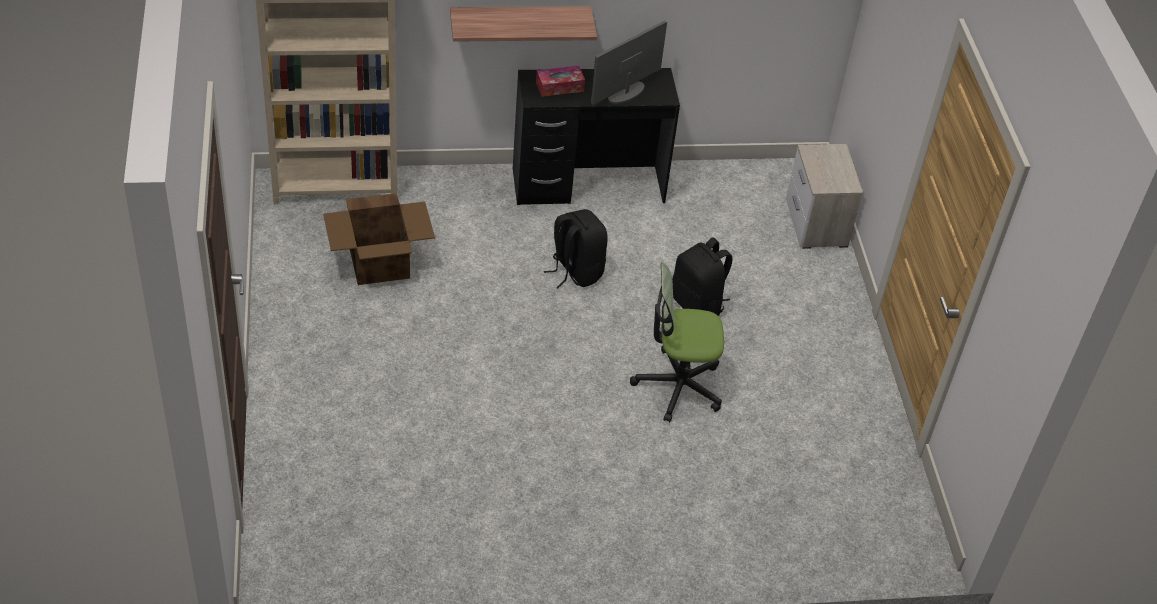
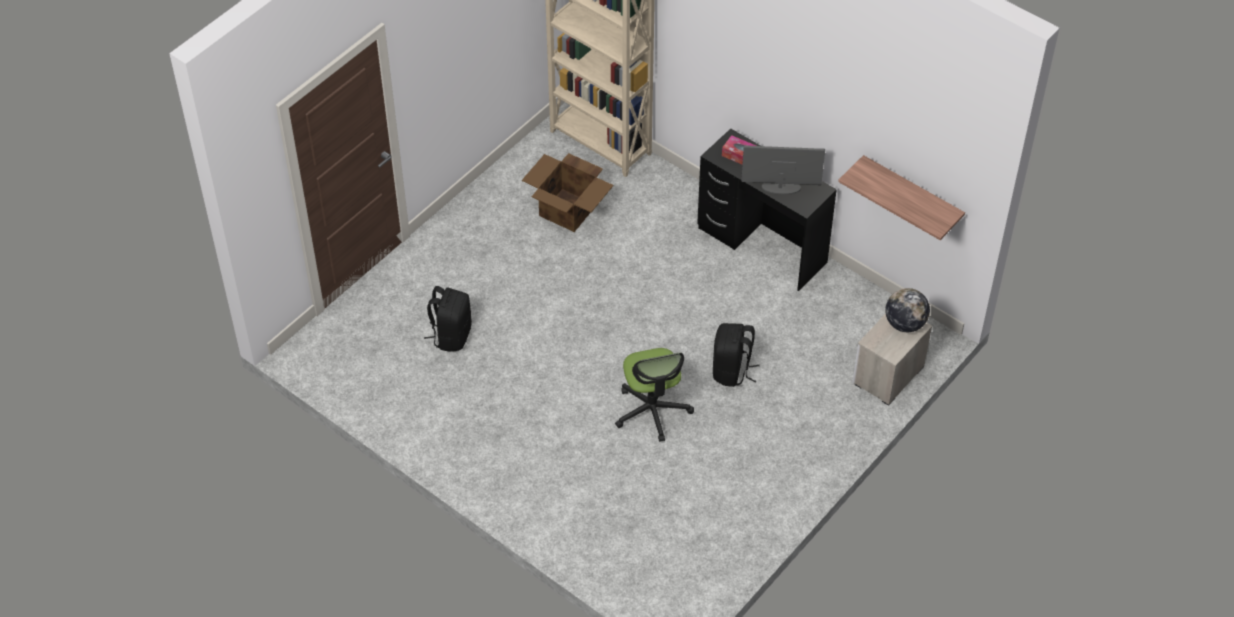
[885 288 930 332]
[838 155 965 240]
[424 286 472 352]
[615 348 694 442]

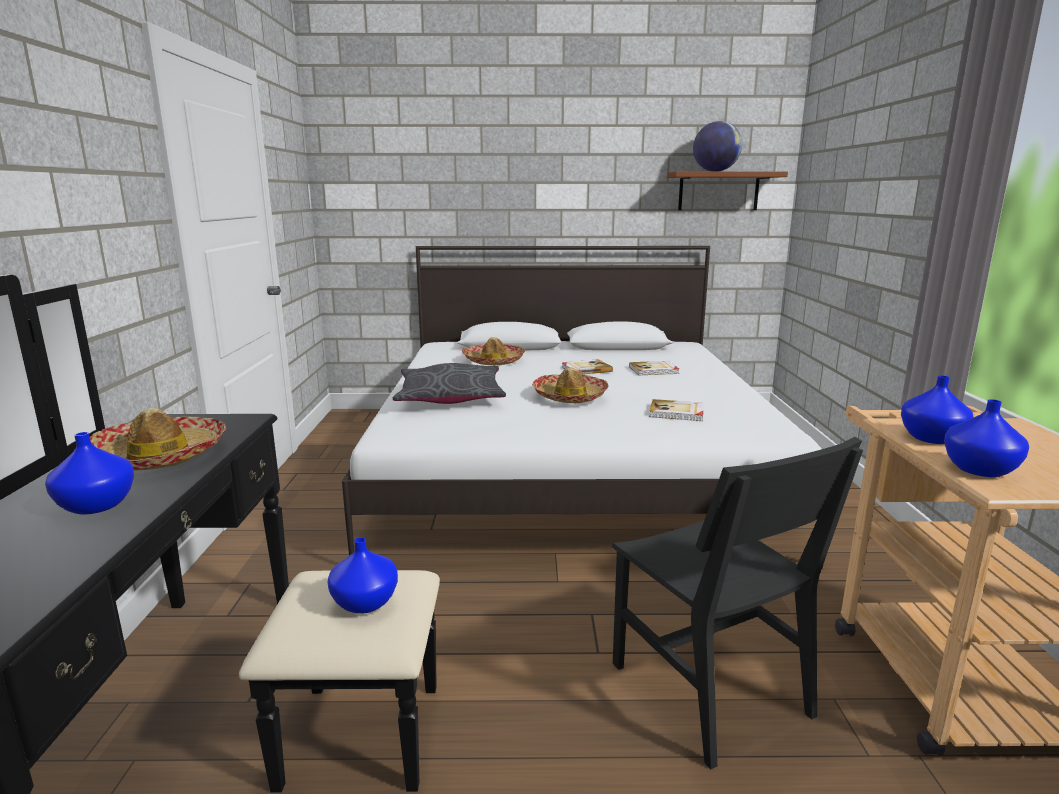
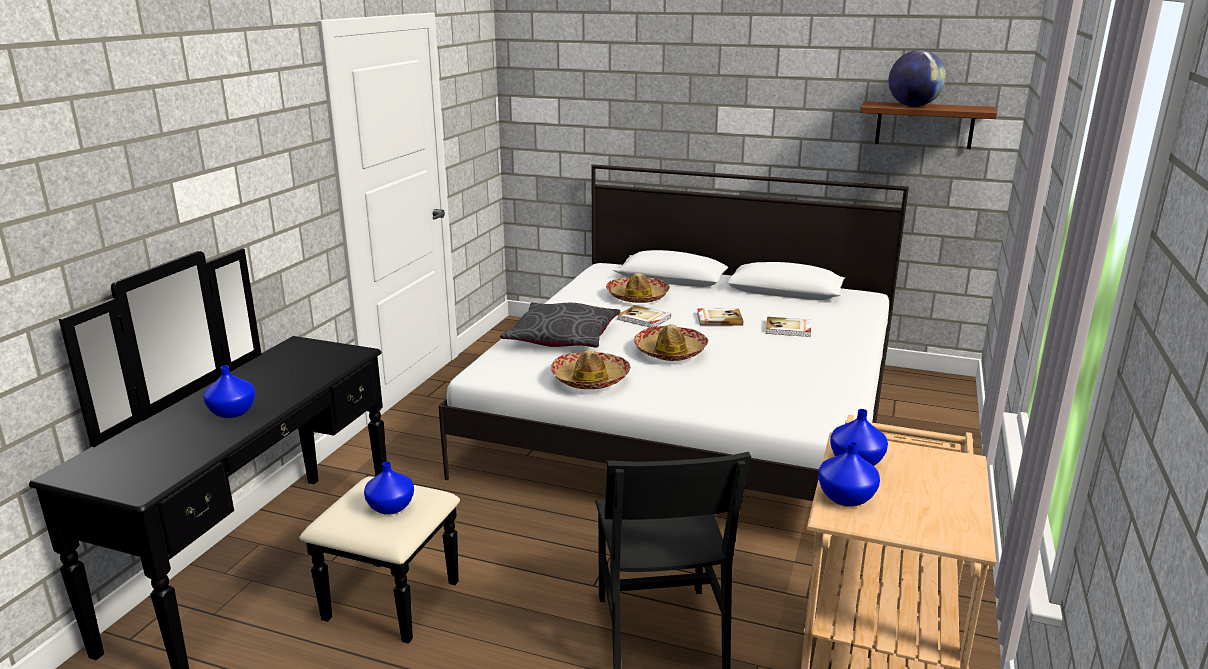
[551 350 631 389]
[617 305 671 327]

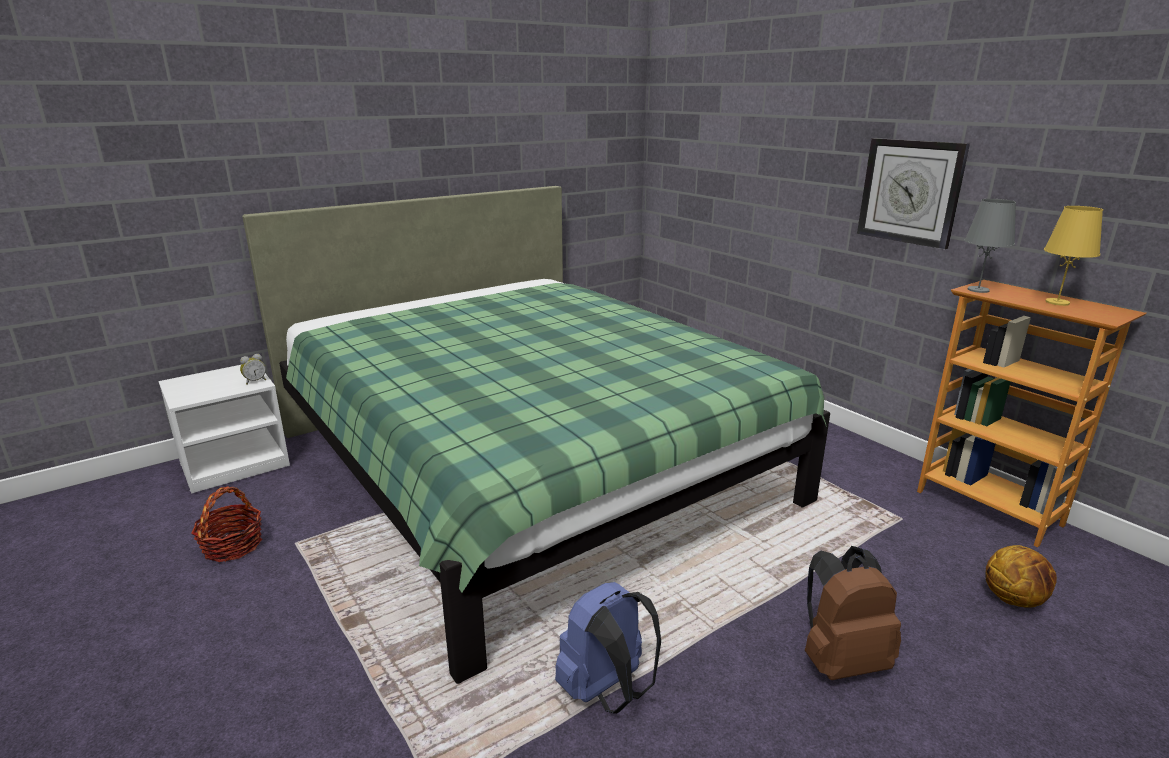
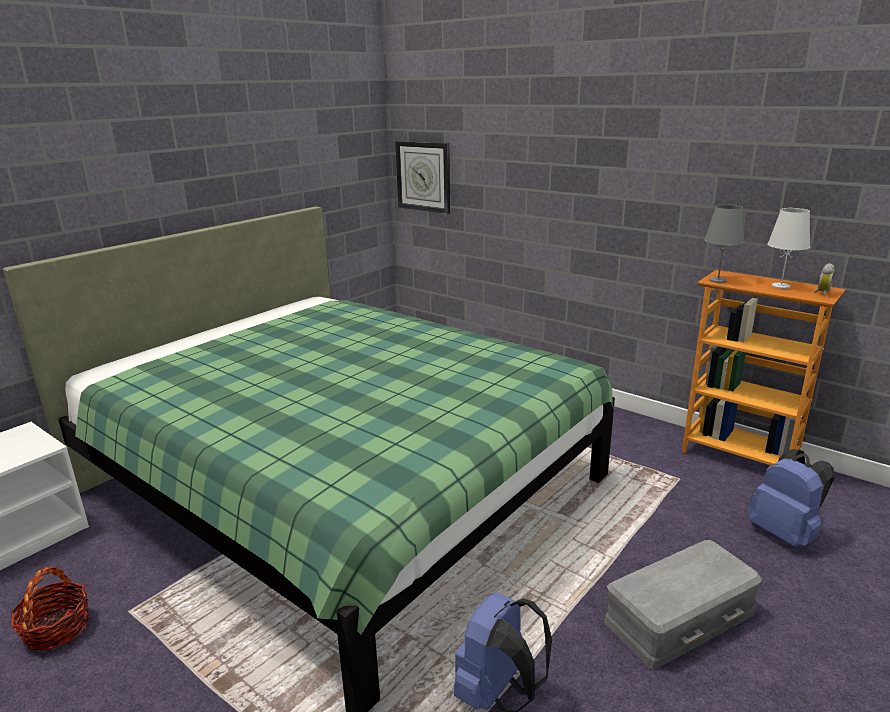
[814 263 835 296]
[395 141 450 214]
[604 540 762 669]
[747 449 835 547]
[768 208 810 289]

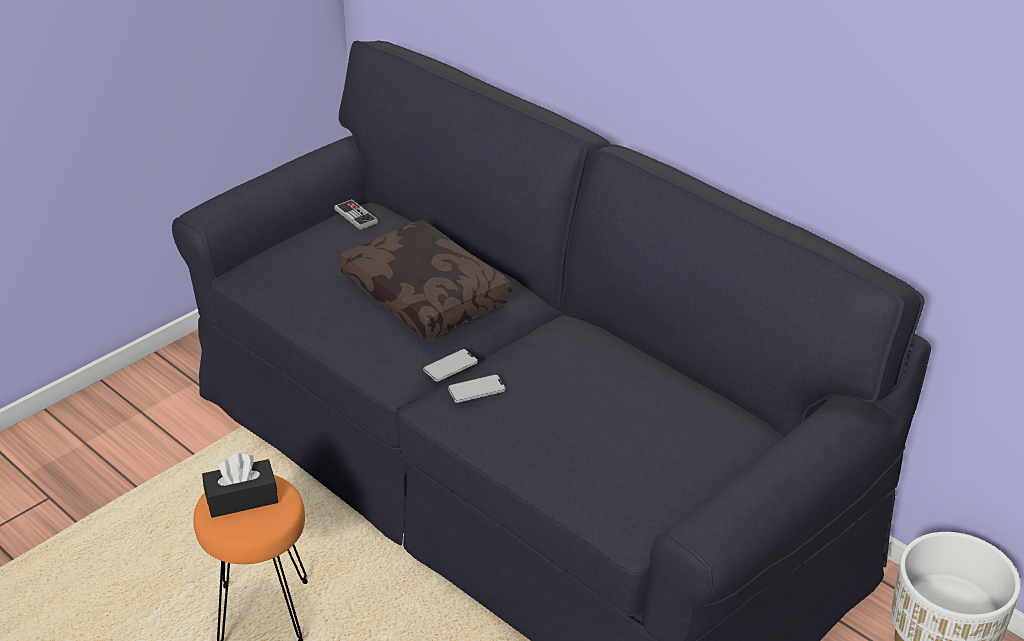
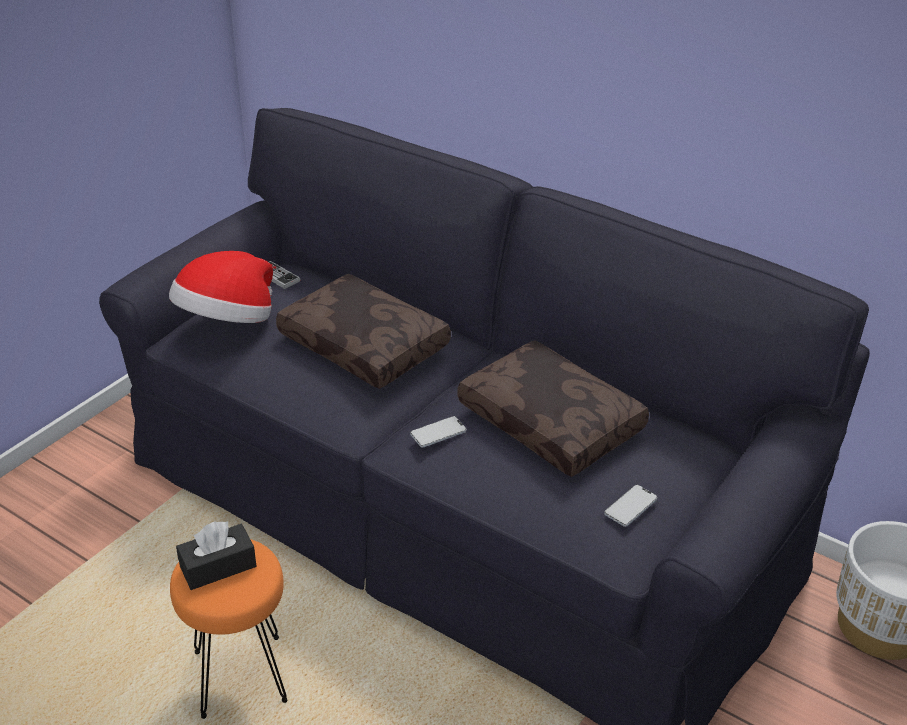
[169 251 273 323]
[457 340 649 477]
[604 485 658 527]

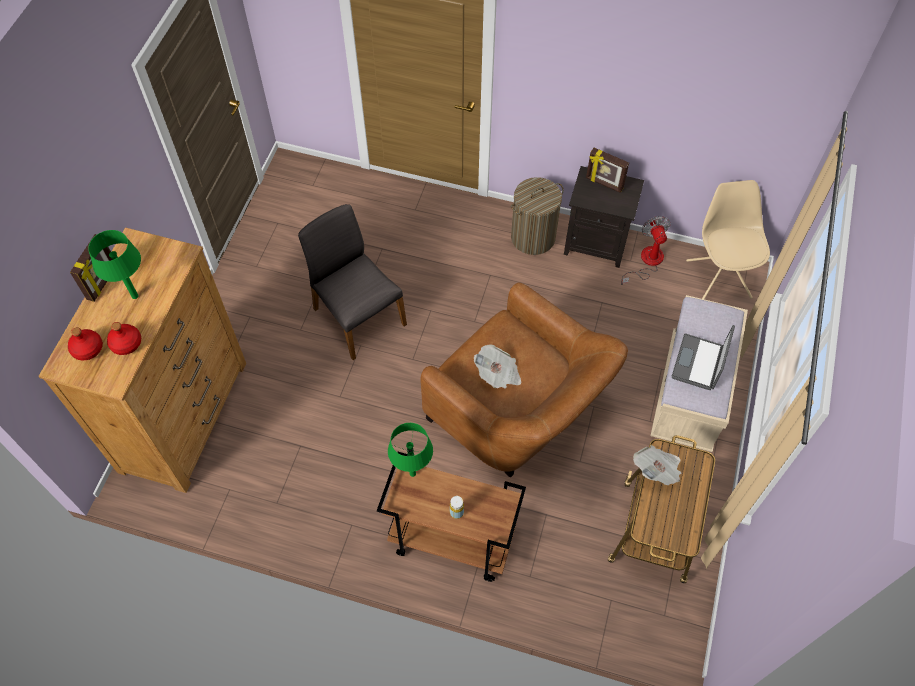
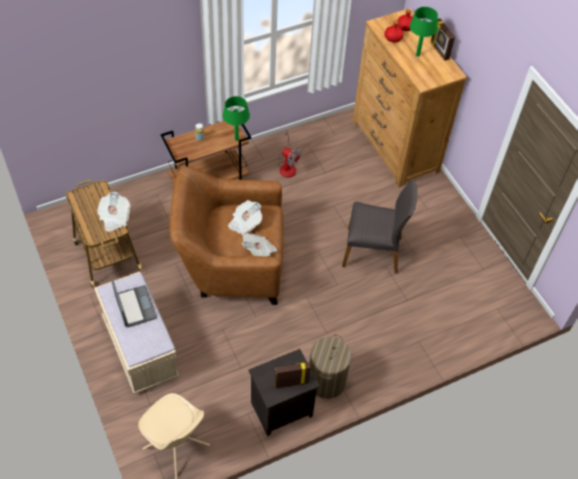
[242 233 277 257]
[278 130 302 178]

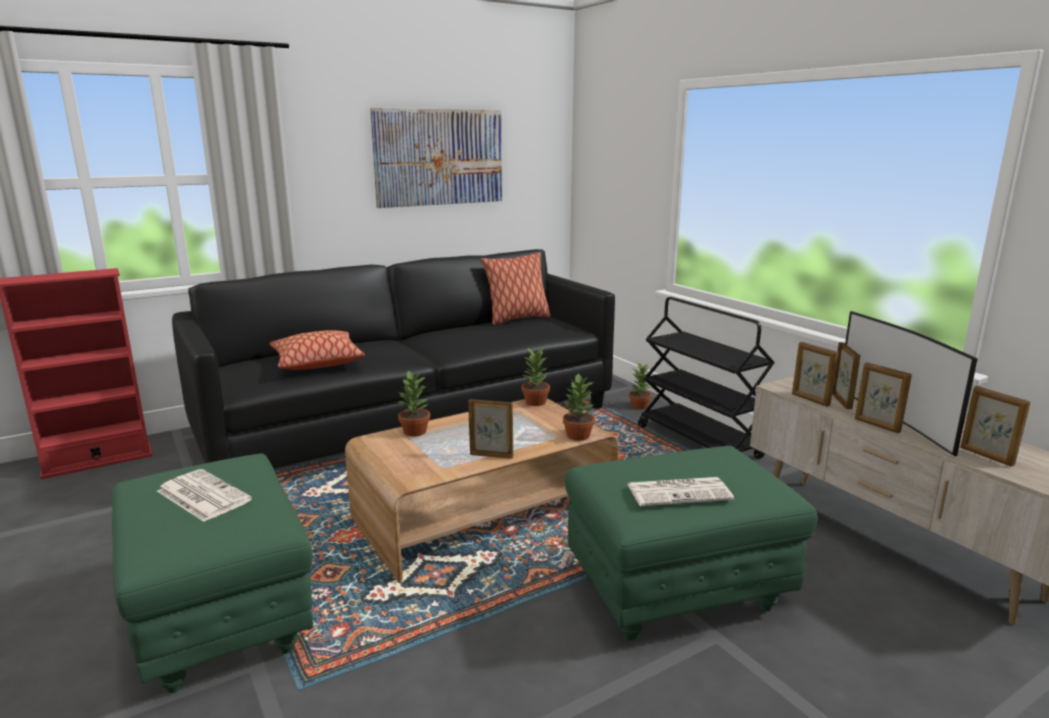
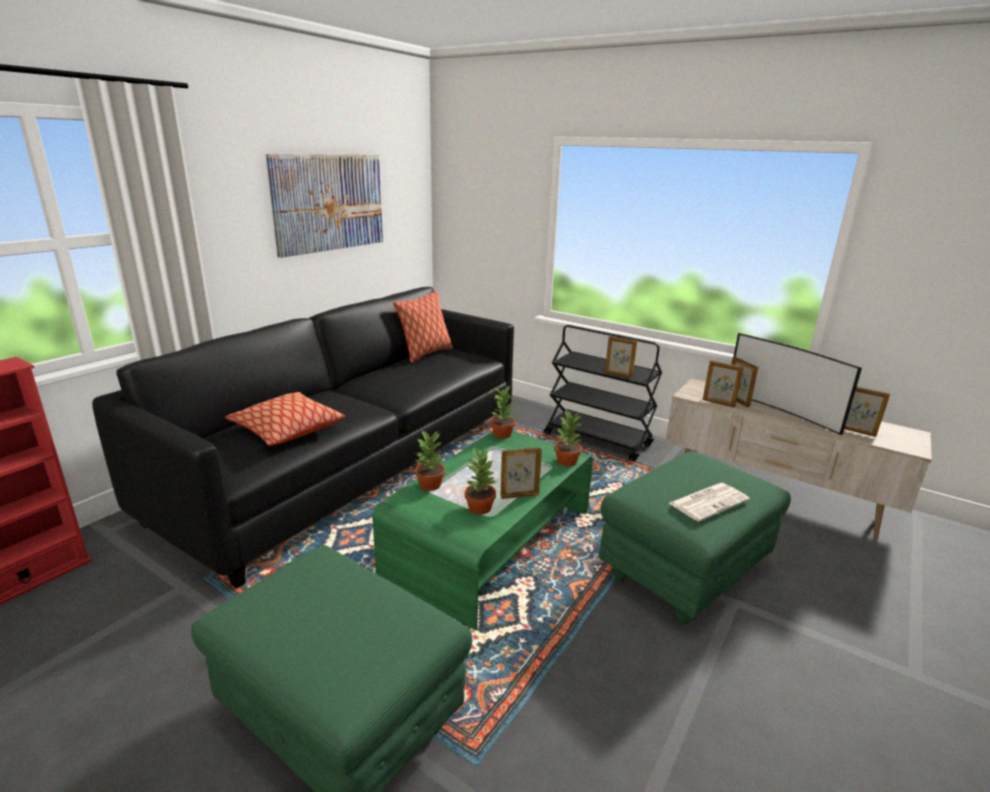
[157 469 252 522] (first image)
[464 448 496 515]
[605 336 637 378]
[372 431 593 630]

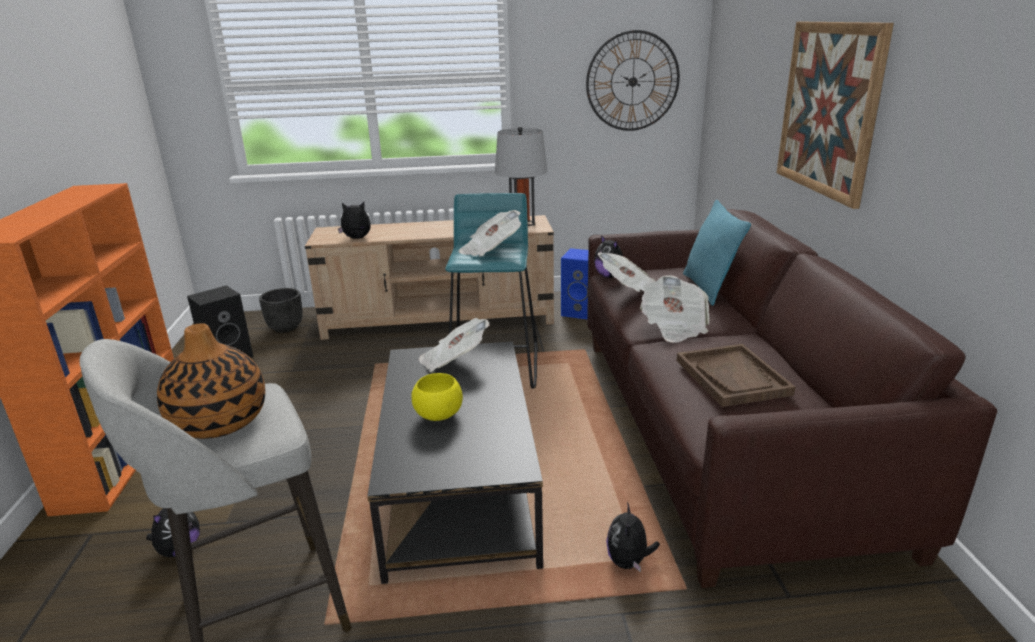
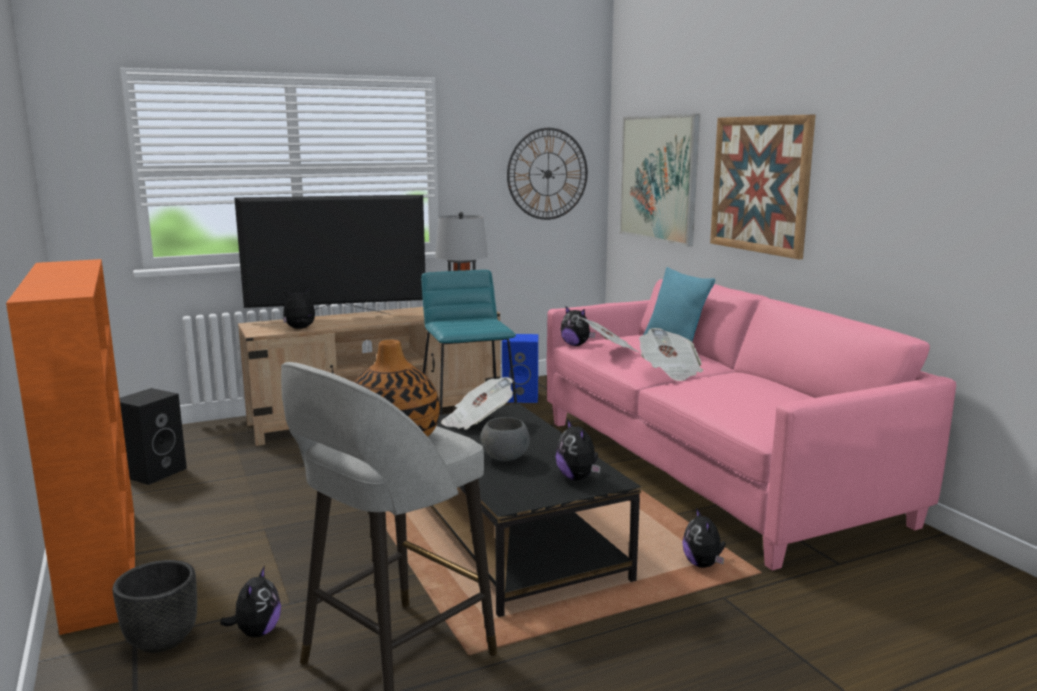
[459 210 521 257] (first image)
[677 344 795 407] (first image)
[234 195 425 315]
[556 419 601 481]
[619 114 700 247]
[113 560 197 653]
[480 417 529 461]
[547 279 956 571]

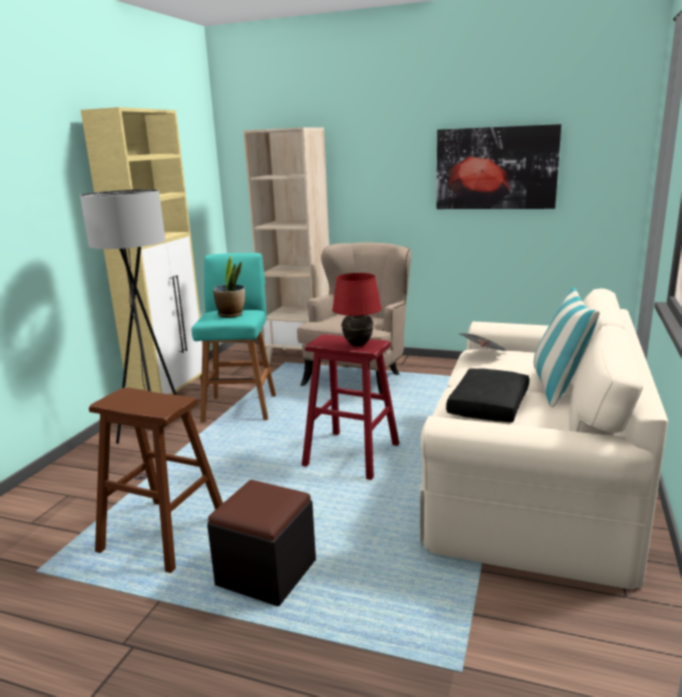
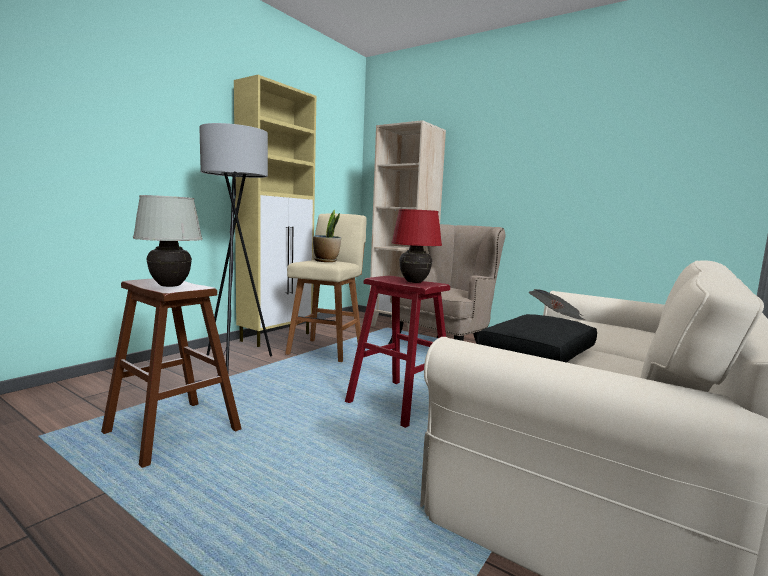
[207 480 316 606] (first image)
[436 124 561 209] (first image)
[534 287 600 407] (first image)
[133 195 203 287]
[285 214 367 362]

